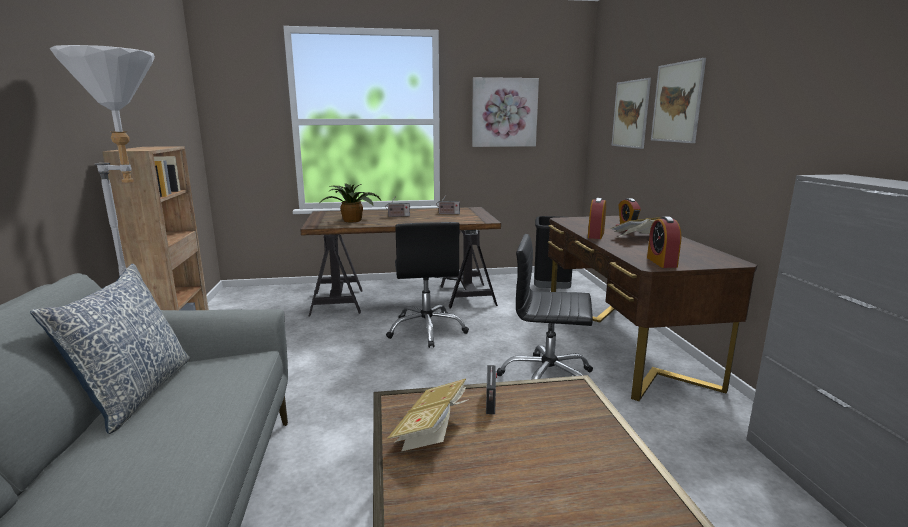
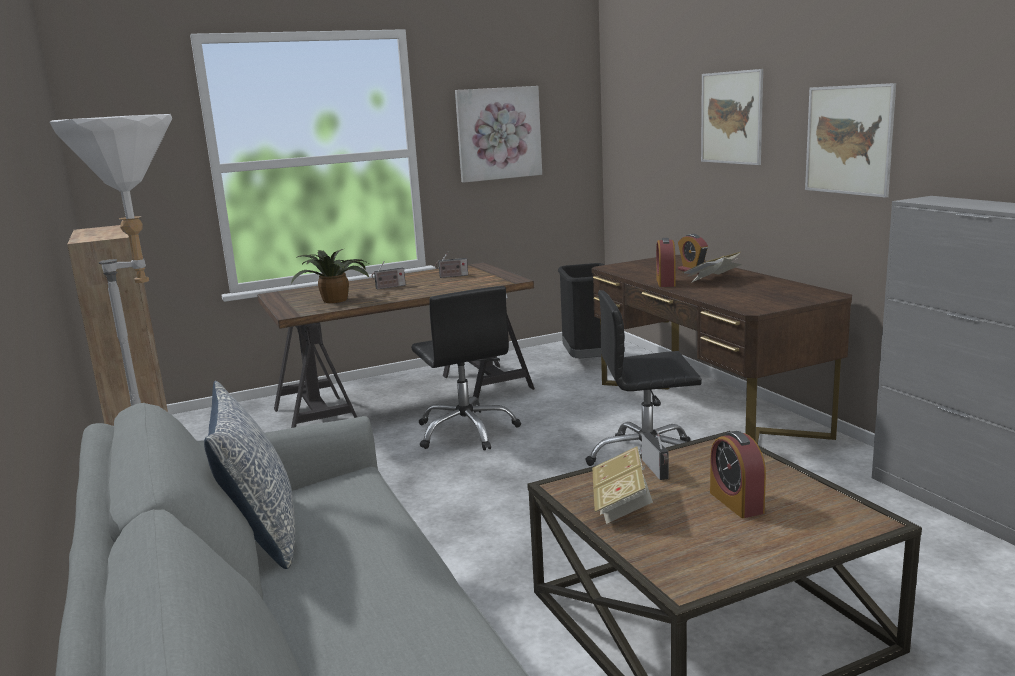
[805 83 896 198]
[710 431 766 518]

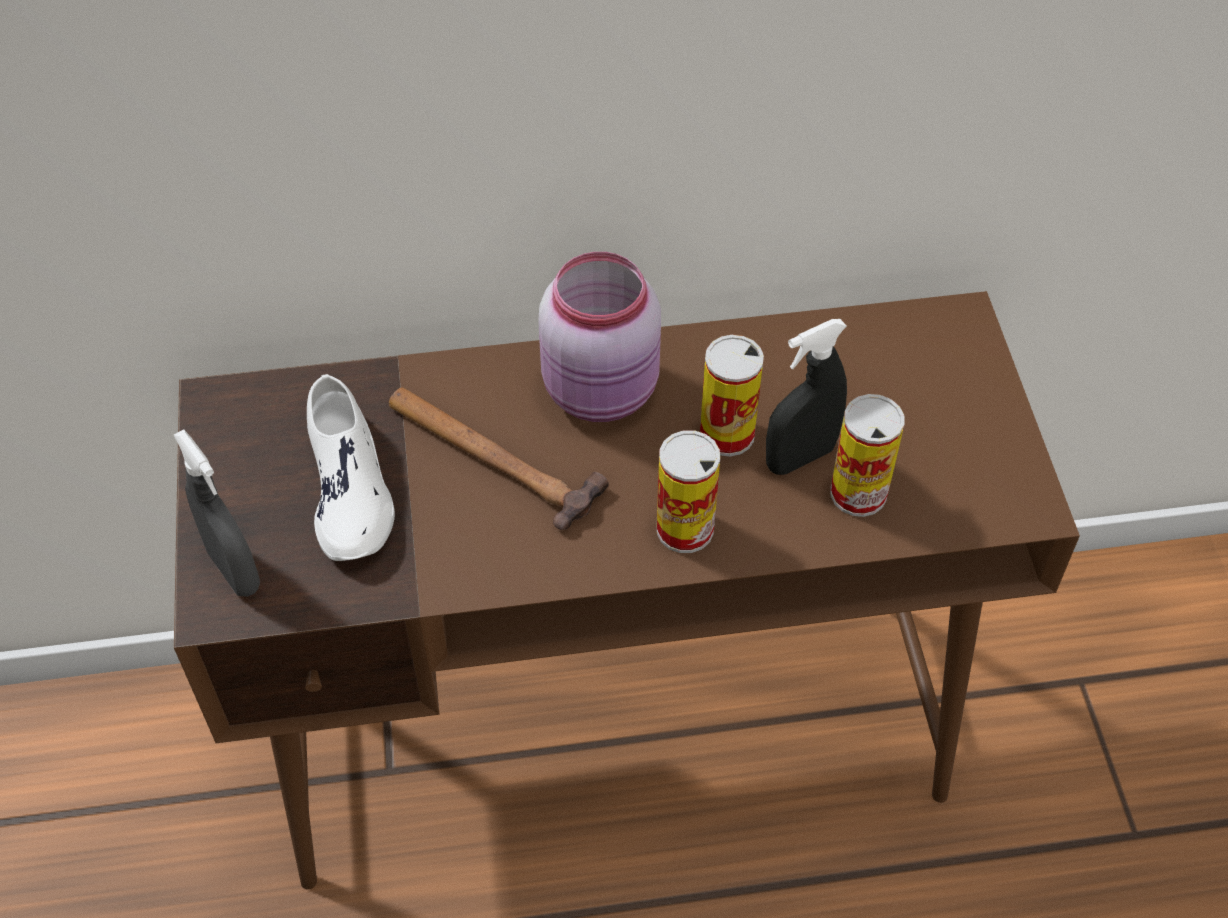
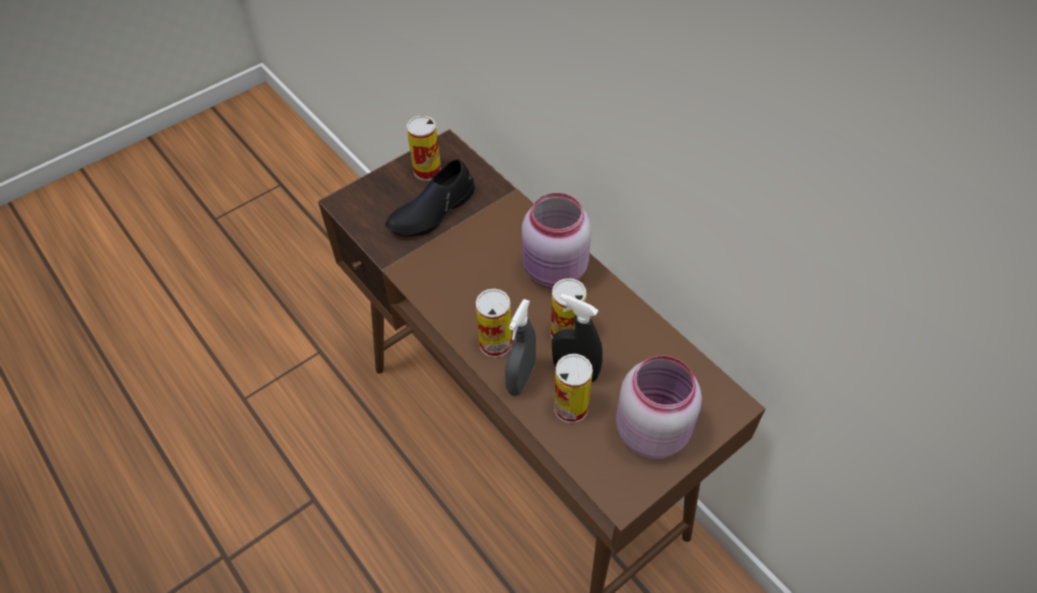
[389 387 609 530] (first image)
[406 115 441 181]
[616 356 702 459]
[505 299 536 396]
[385 159 474 237]

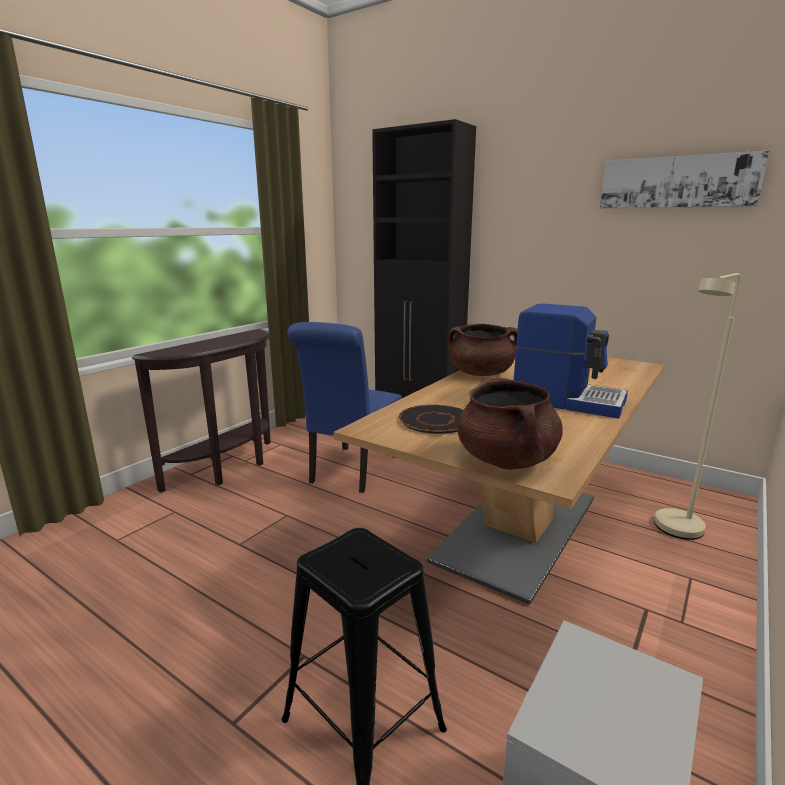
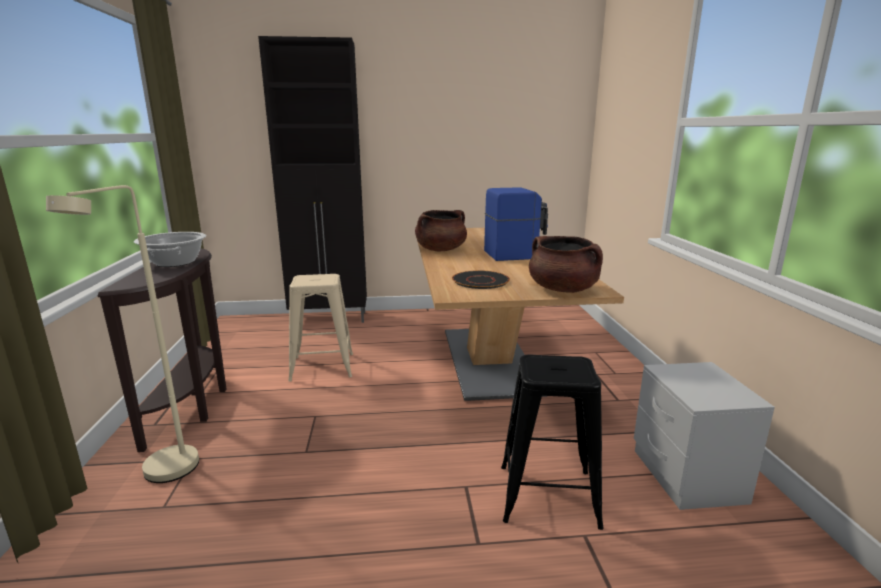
[600 151 769 208] (first image)
[134 232 206 267]
[46 185 199 483]
[288 274 353 381]

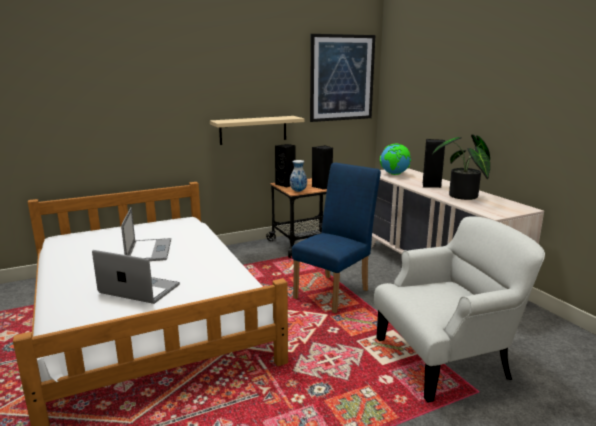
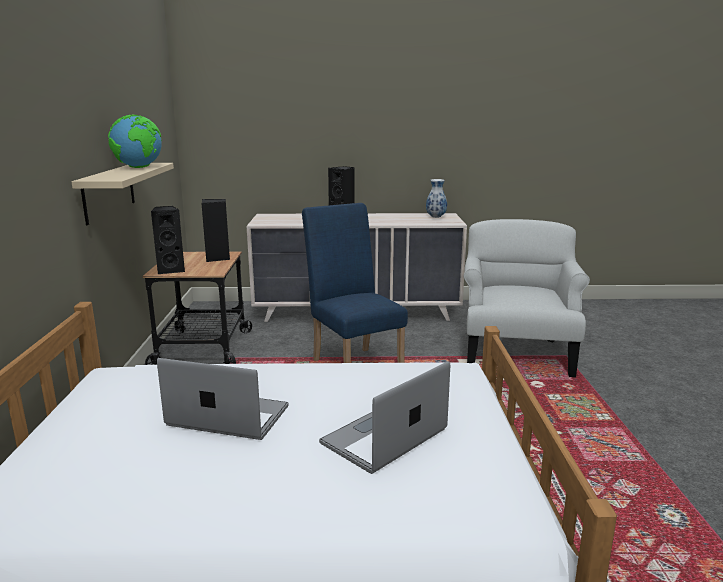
[310 34 375 122] (first image)
[432 135 490 200] (first image)
[426 179 447 218]
[108 115 162 168]

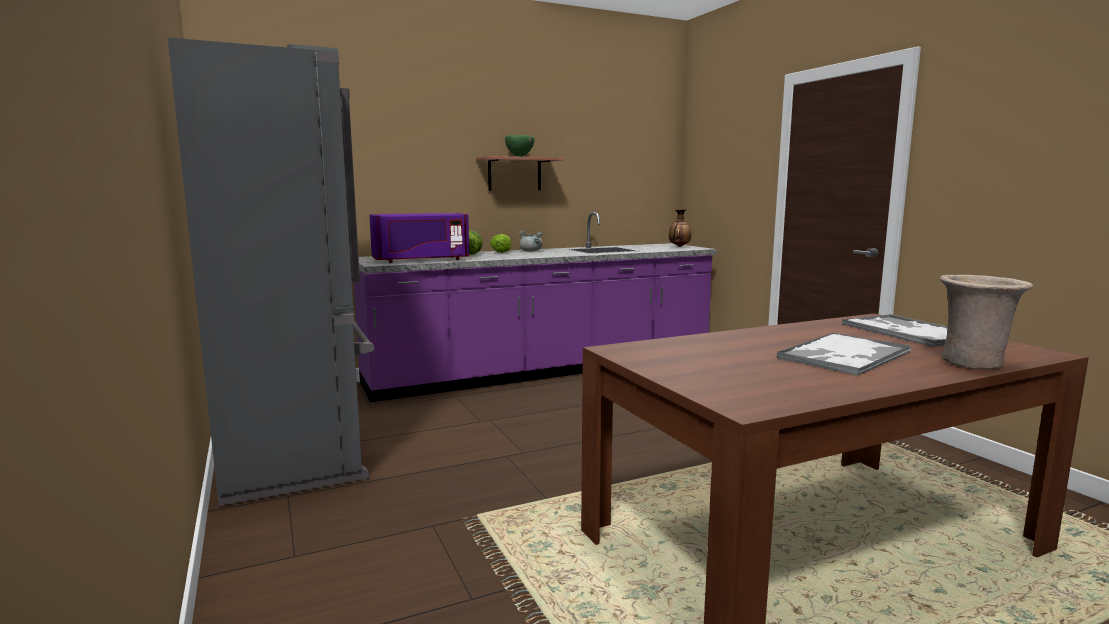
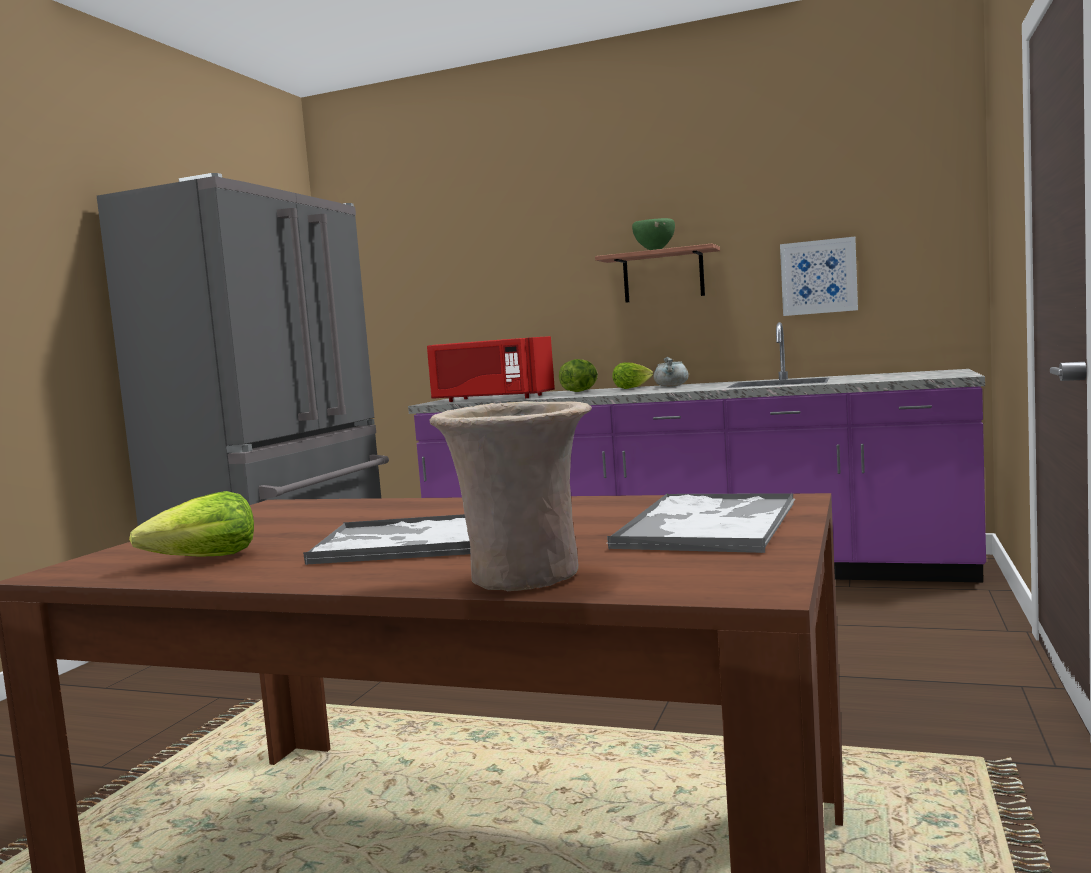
[669 209 691 247] (first image)
[129 491 254 557]
[780 237 858 316]
[427 336 555 402]

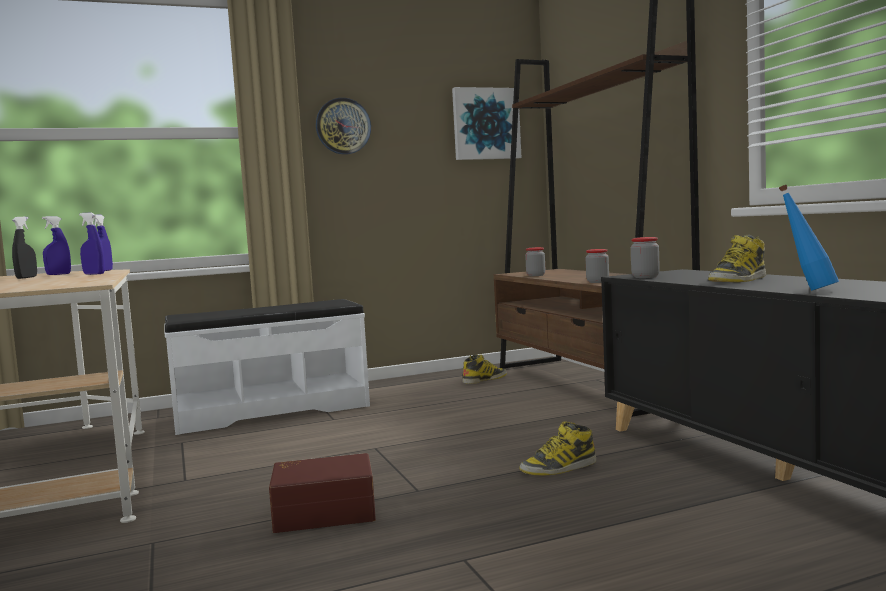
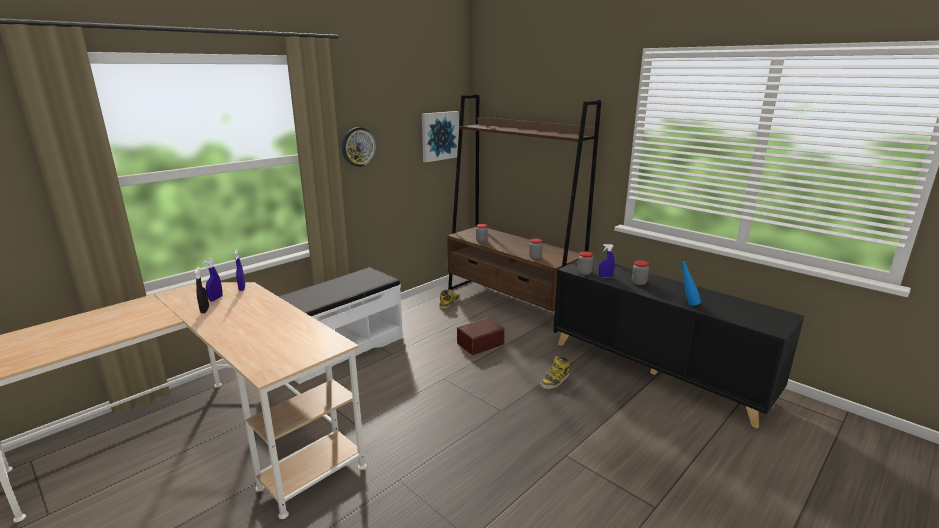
[599 244 615 278]
[457 318 505 355]
[632 260 649 285]

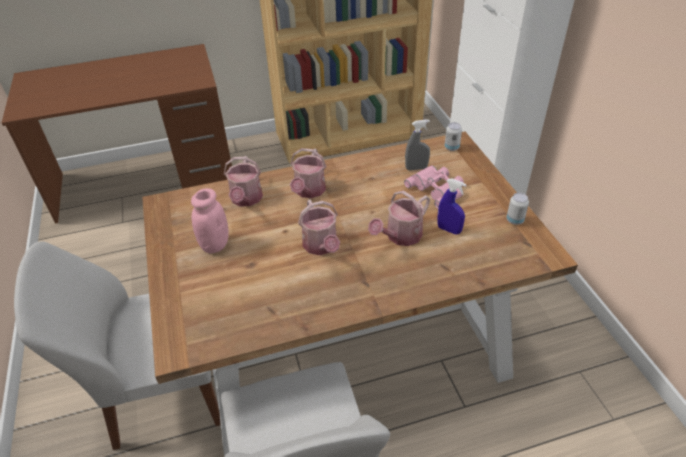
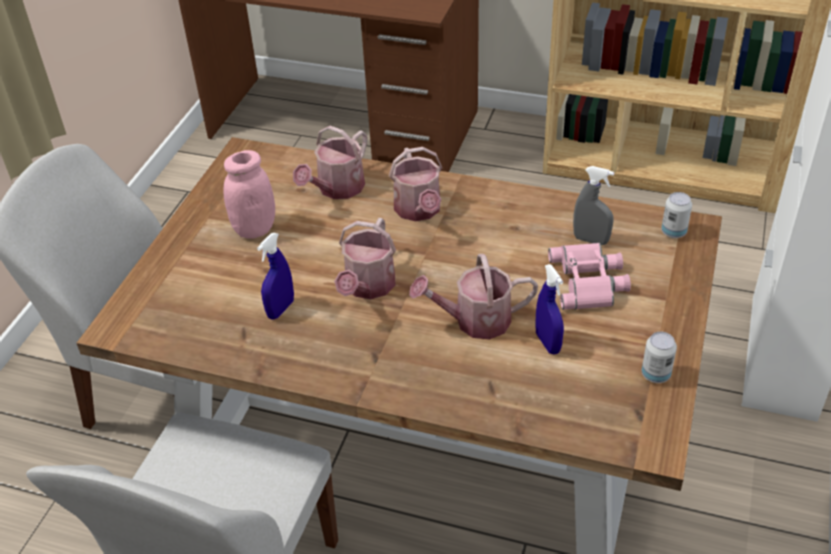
[257 233 294 320]
[389 147 442 221]

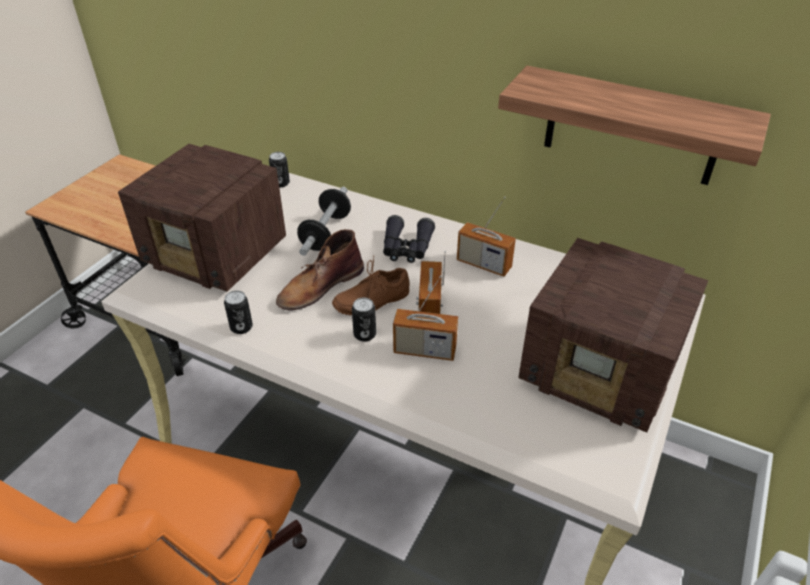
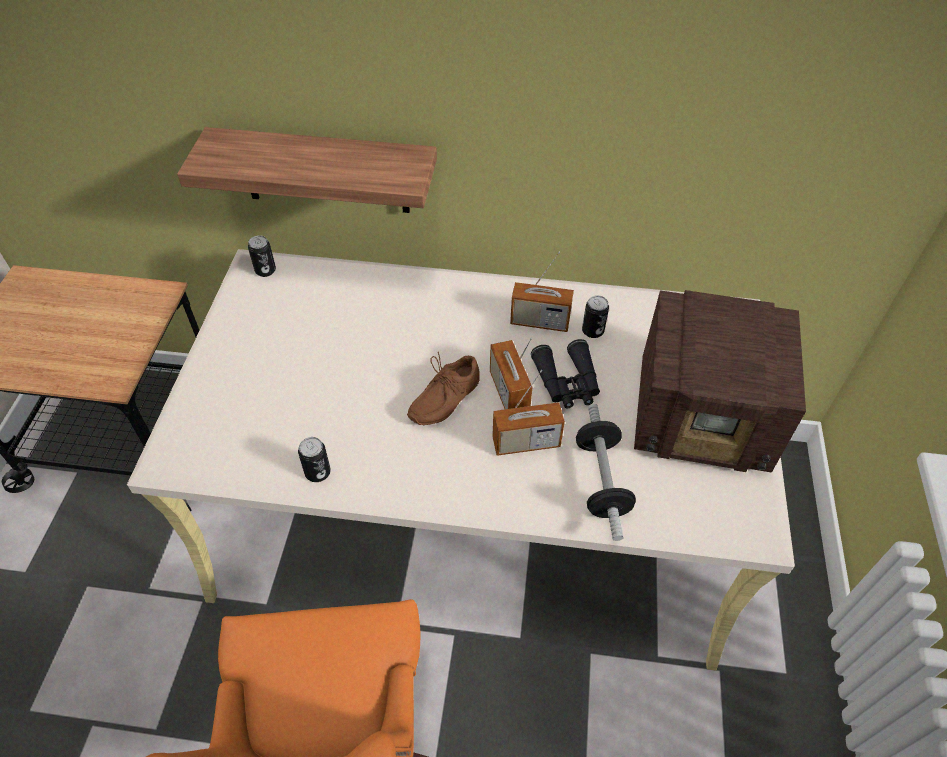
[118 144 286 292] (first image)
[276 229 364 311] (first image)
[576 404 636 541]
[582 295 609 338]
[531 339 600 408]
[177 127 437 213]

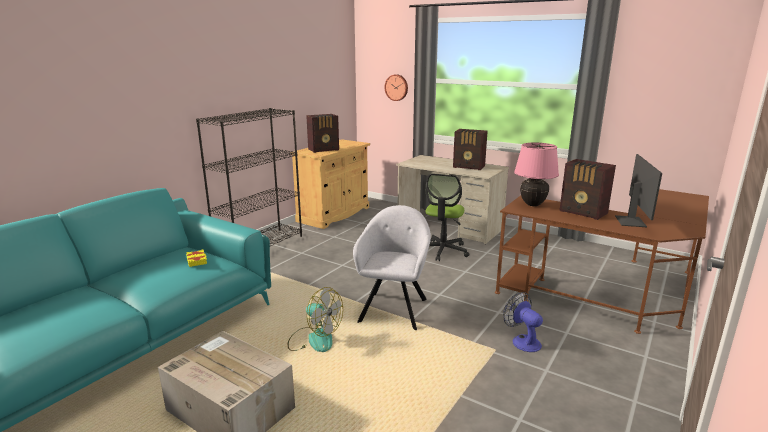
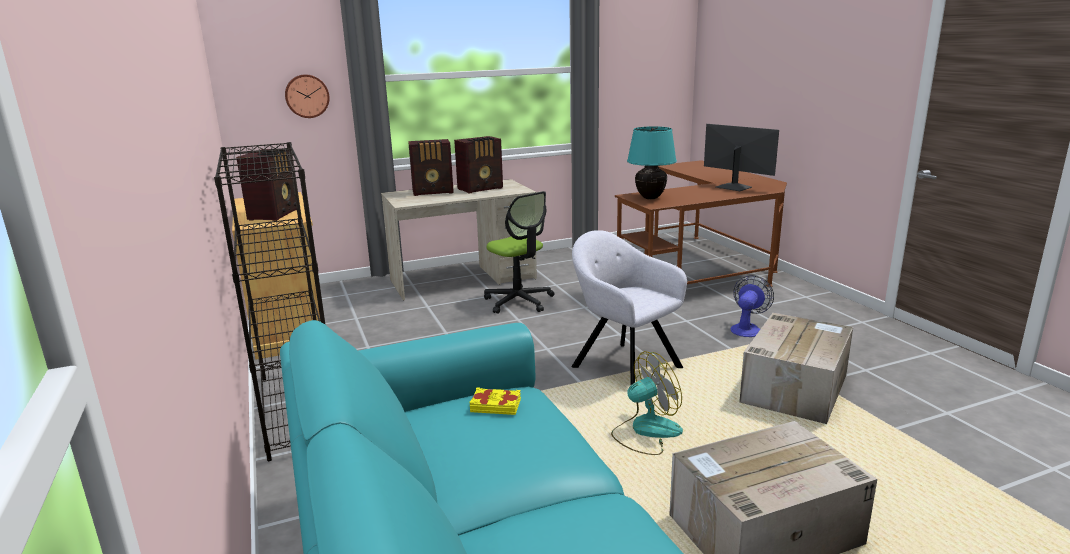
[739 313 853 424]
[408 139 454 196]
[627 126 677 199]
[731 275 774 337]

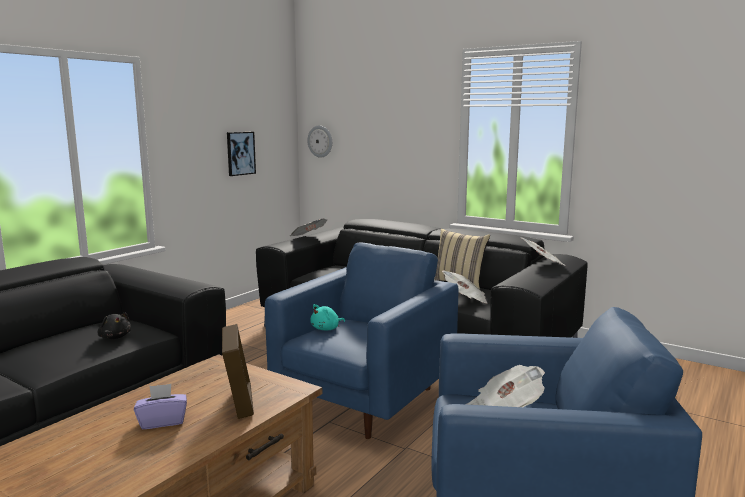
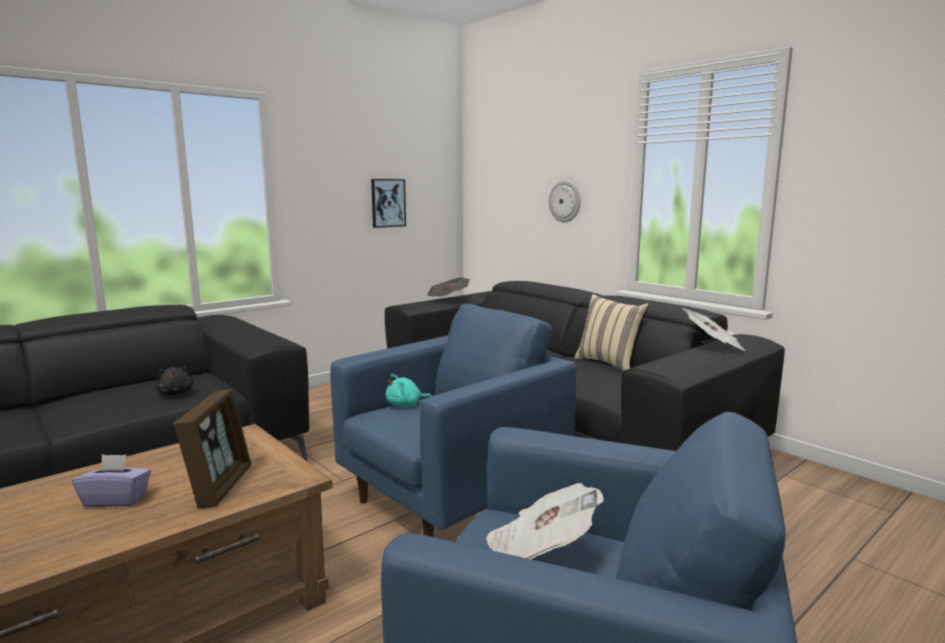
[442 271 487 303] (first image)
[549 180 581 222]

